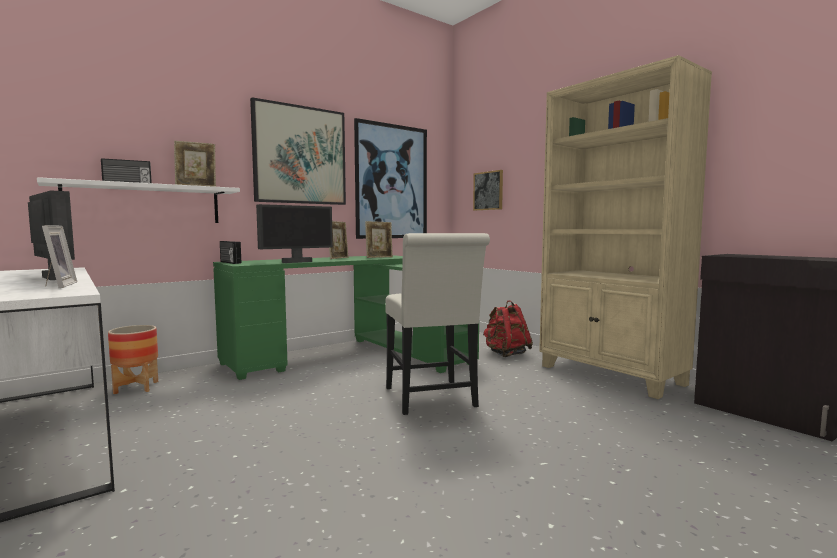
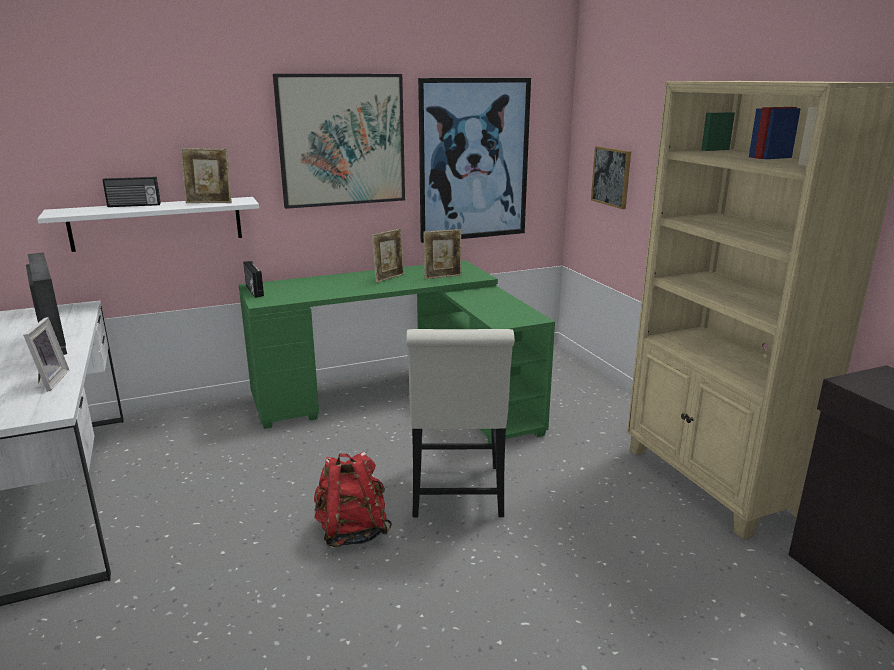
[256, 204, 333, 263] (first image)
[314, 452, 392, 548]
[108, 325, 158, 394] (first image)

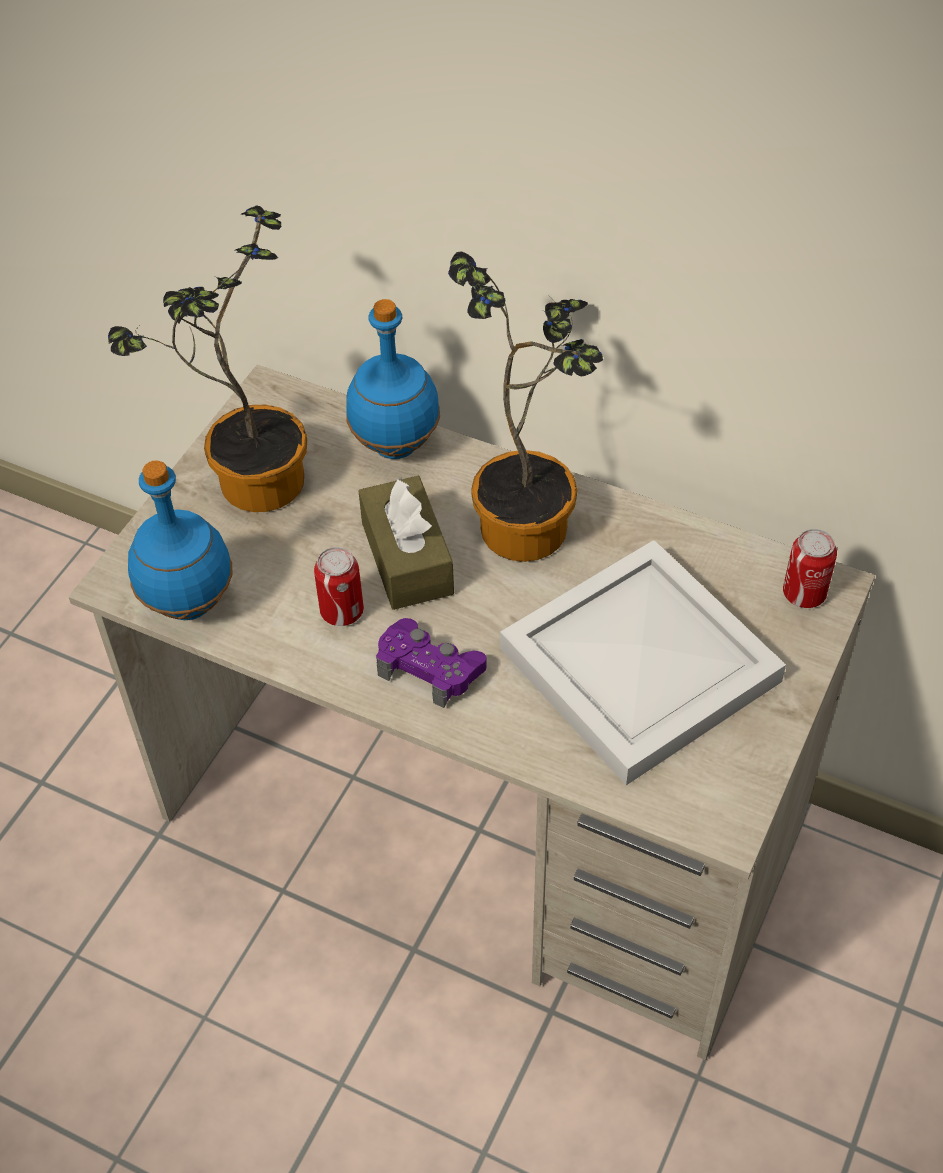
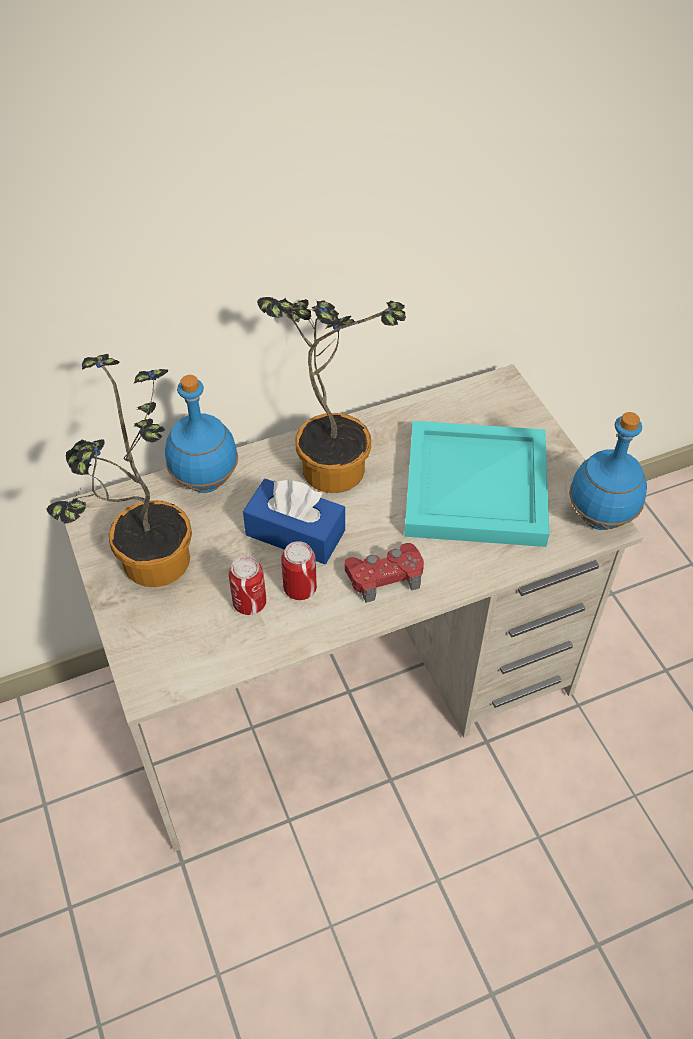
[569, 412, 647, 530]
[243, 479, 345, 564]
[229, 556, 266, 615]
[404, 421, 549, 547]
[345, 543, 424, 603]

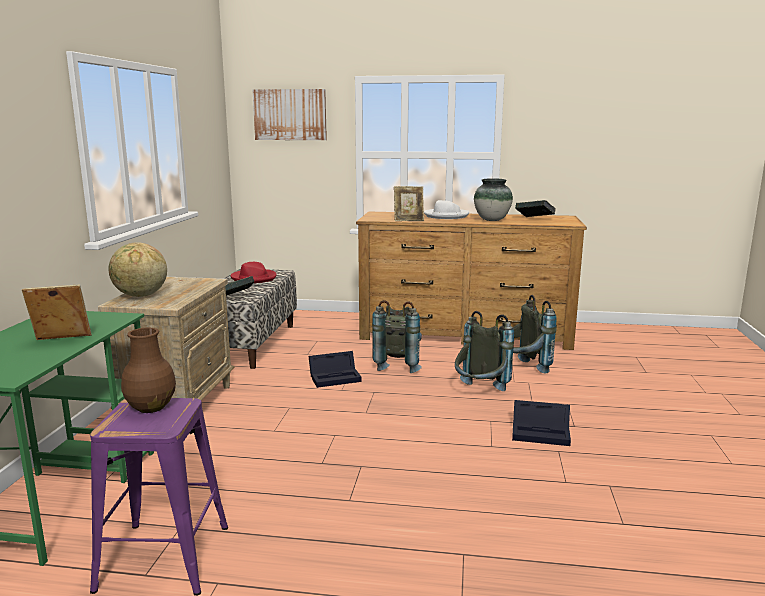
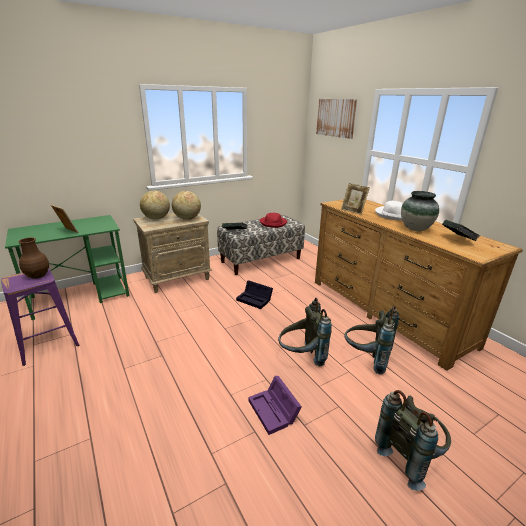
[375, 390, 451, 491]
[248, 376, 302, 435]
[172, 191, 201, 220]

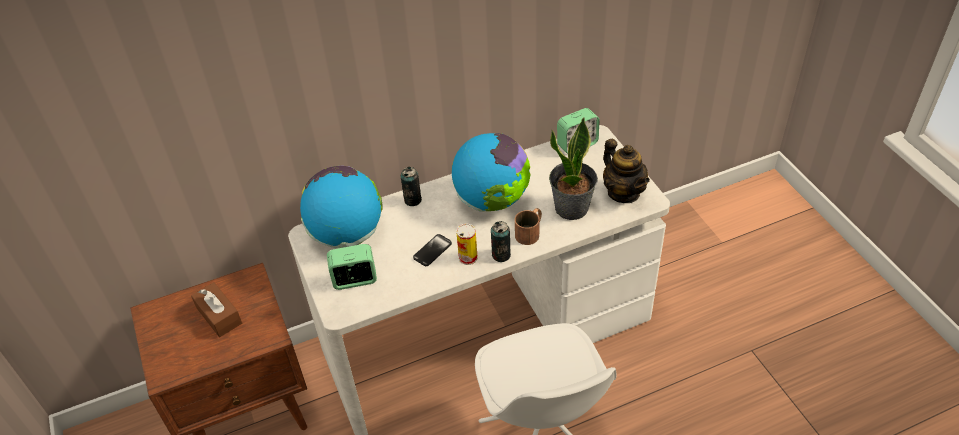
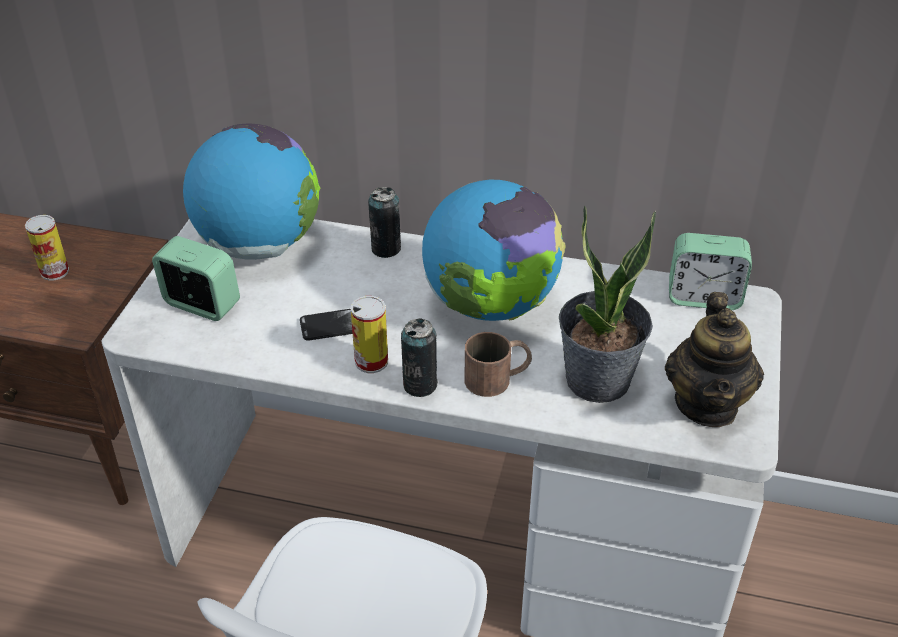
[25, 215, 69, 281]

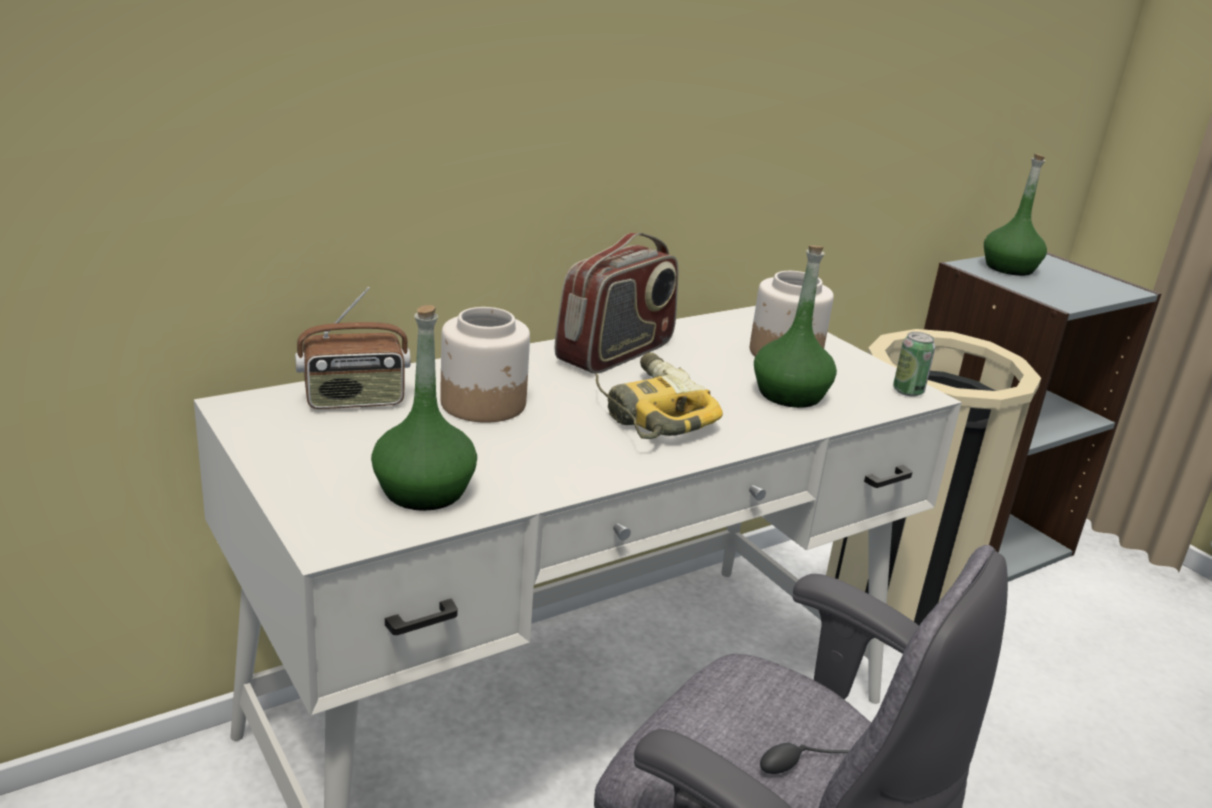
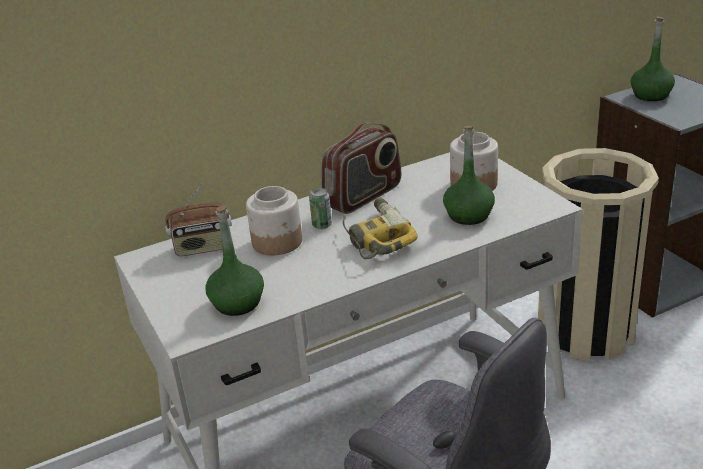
[309, 188, 332, 229]

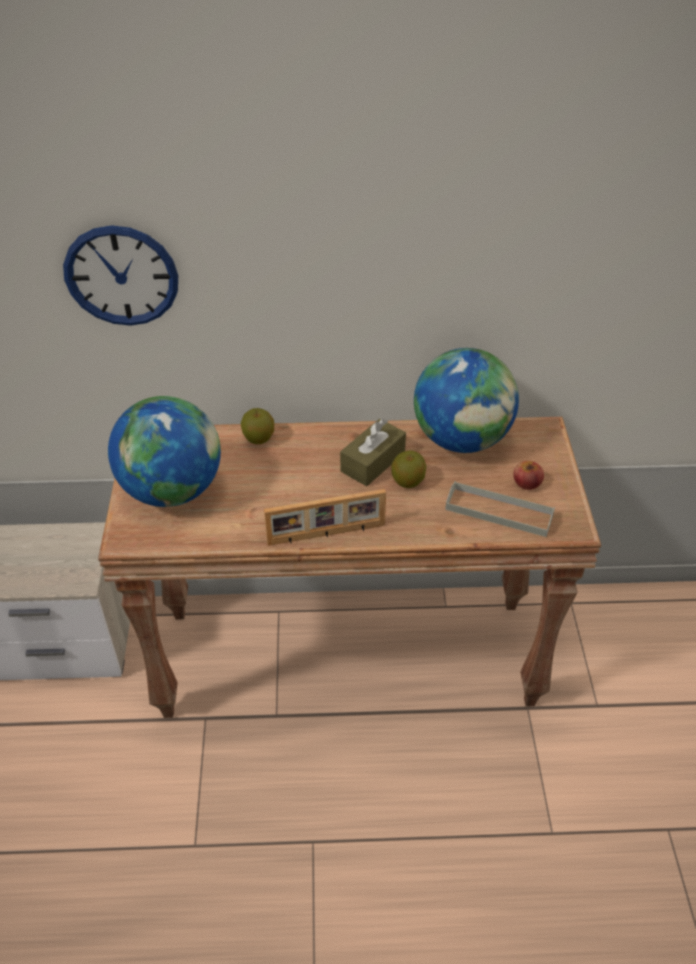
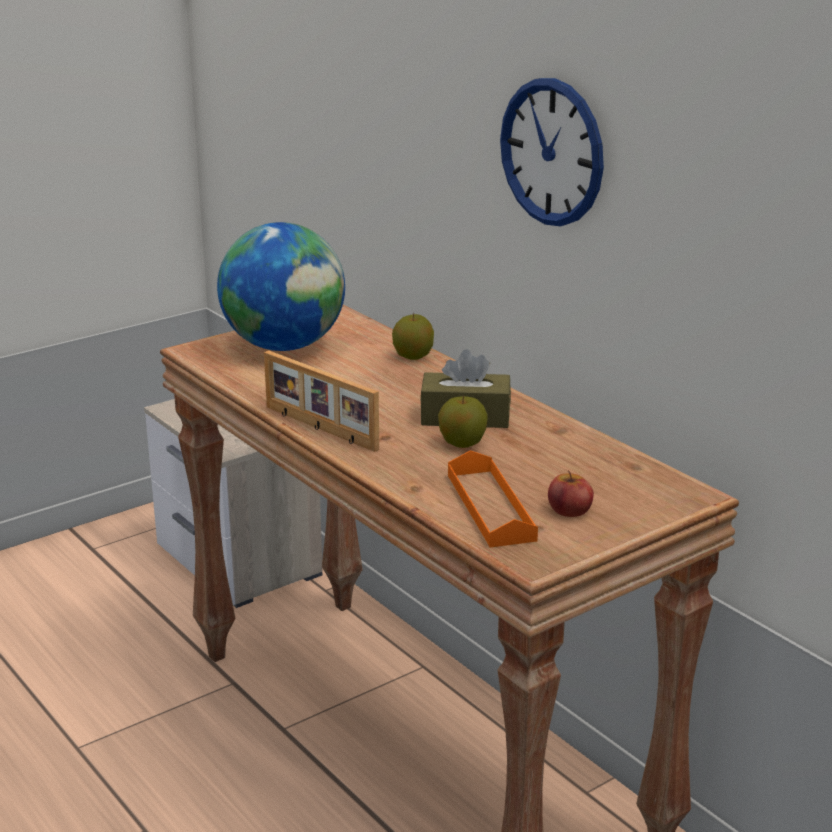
[500, 78, 604, 226]
[414, 348, 519, 453] (first image)
[448, 450, 538, 548]

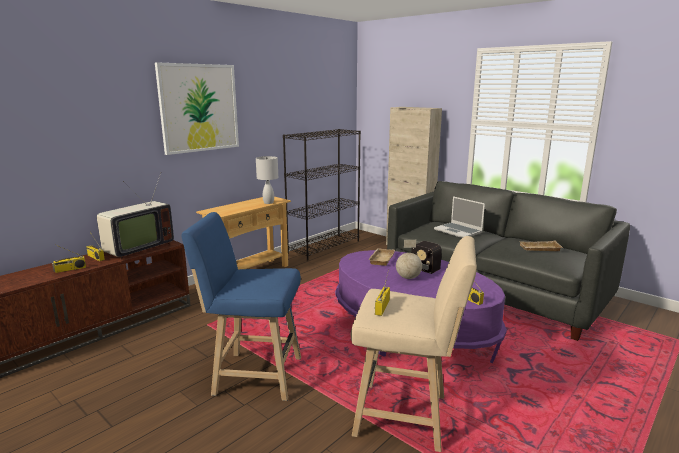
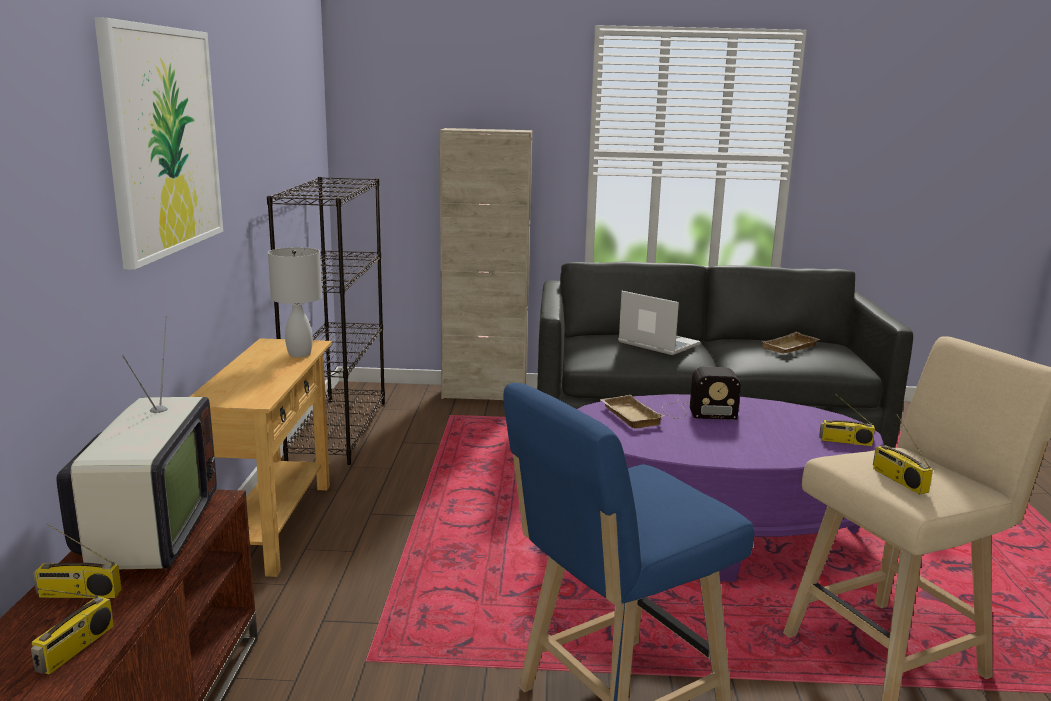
[618, 291, 700, 355]
[396, 240, 422, 279] (first image)

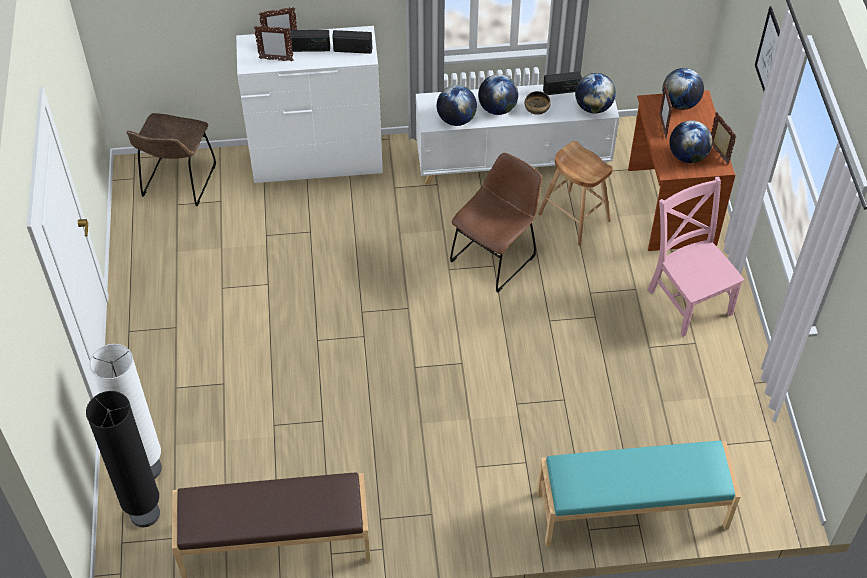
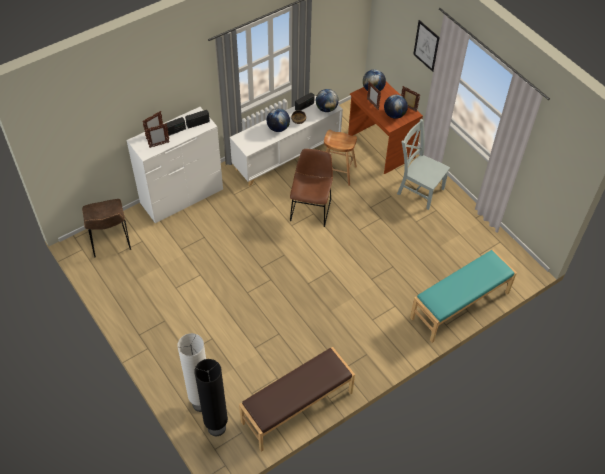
[437, 85, 477, 126] (first image)
[397, 119, 450, 210]

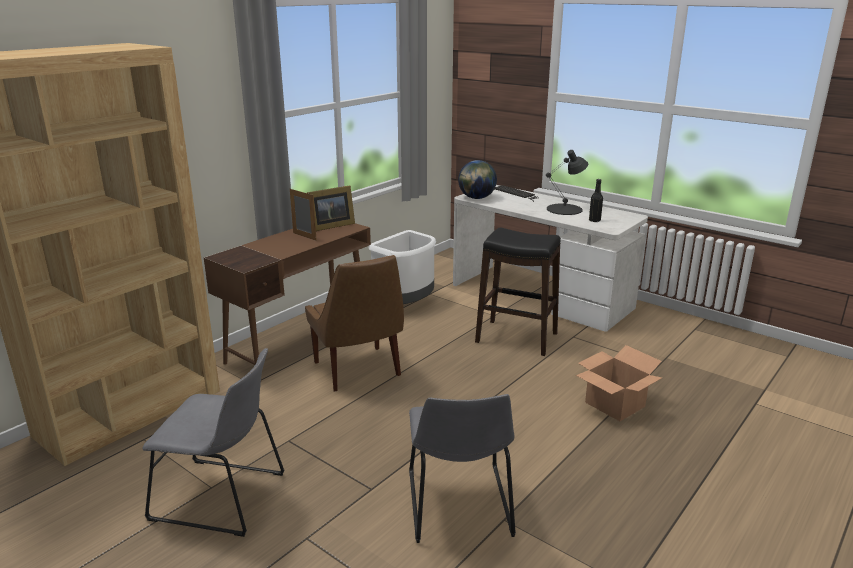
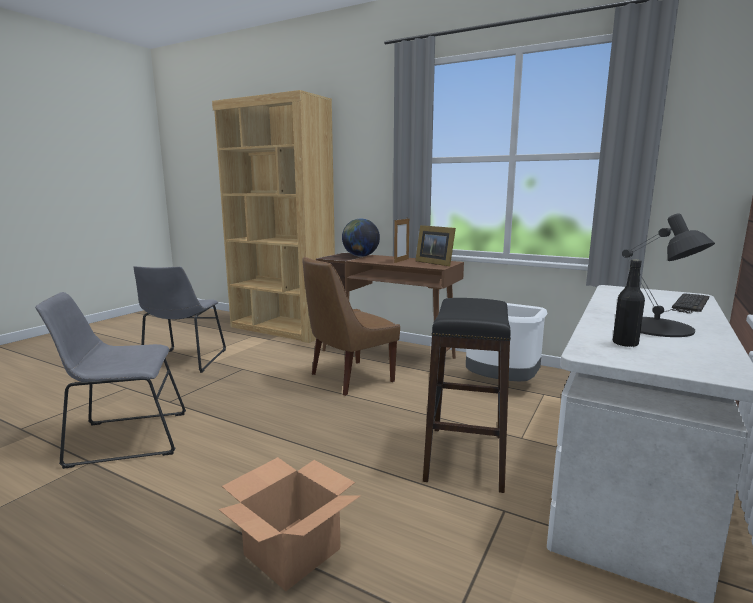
[342, 219, 380, 257]

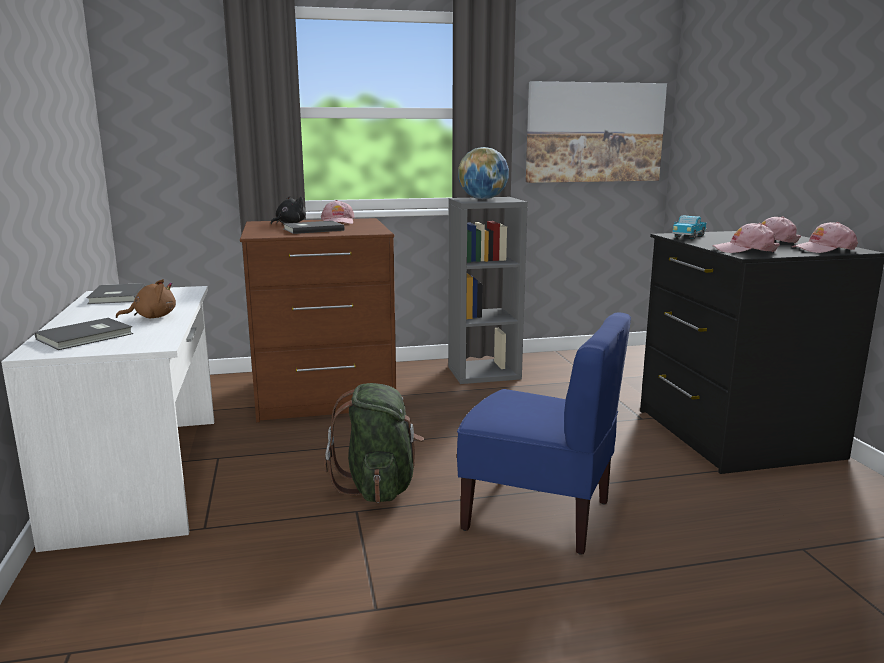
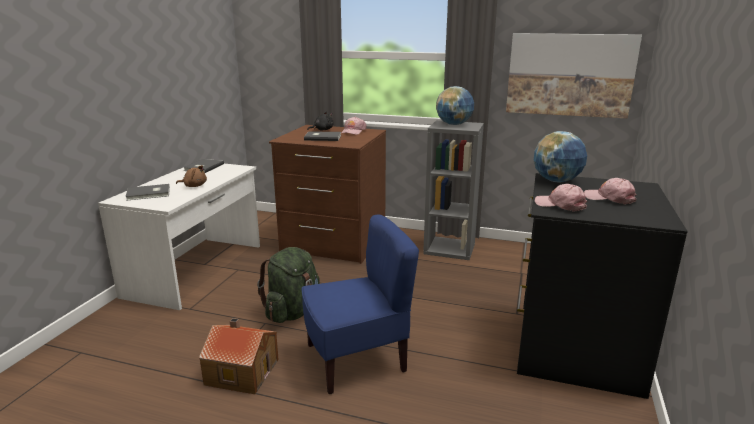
[534, 131, 587, 182]
[792, 222, 858, 253] (first image)
[302, 215, 419, 394]
[199, 318, 279, 394]

